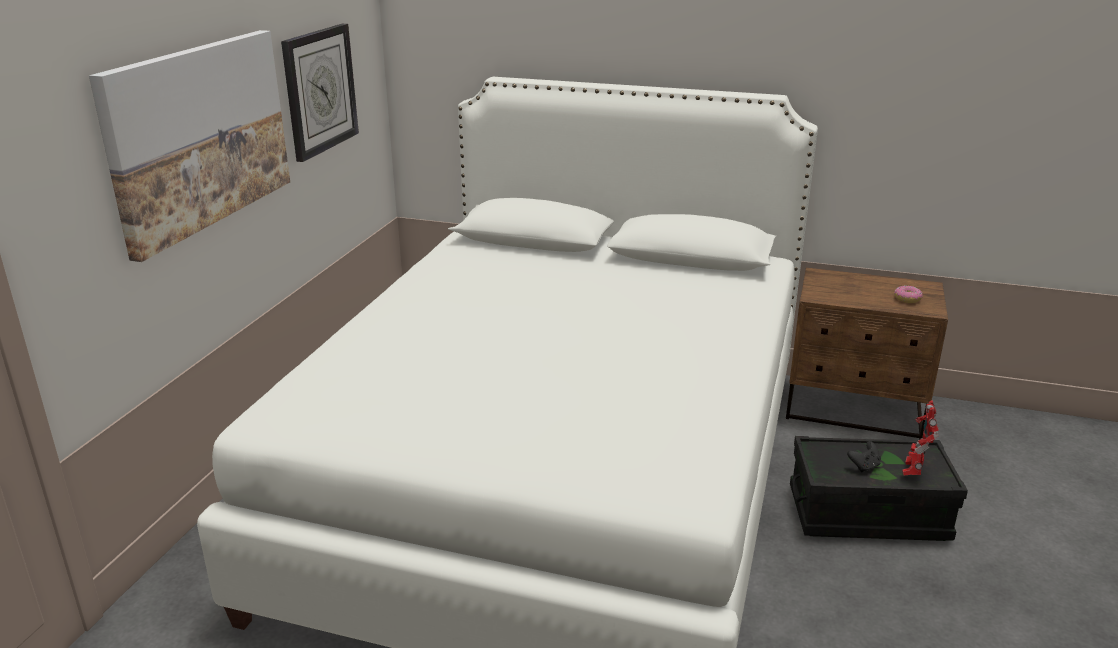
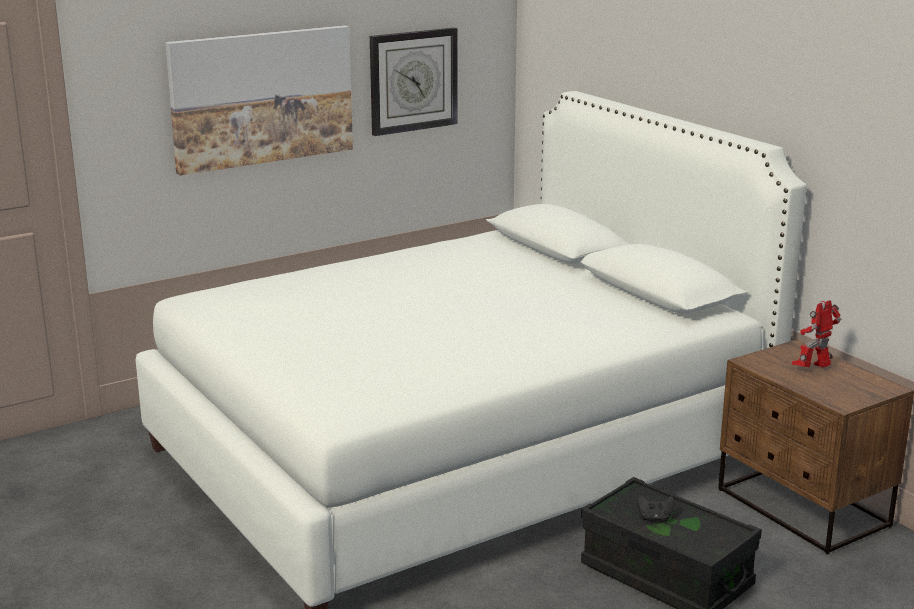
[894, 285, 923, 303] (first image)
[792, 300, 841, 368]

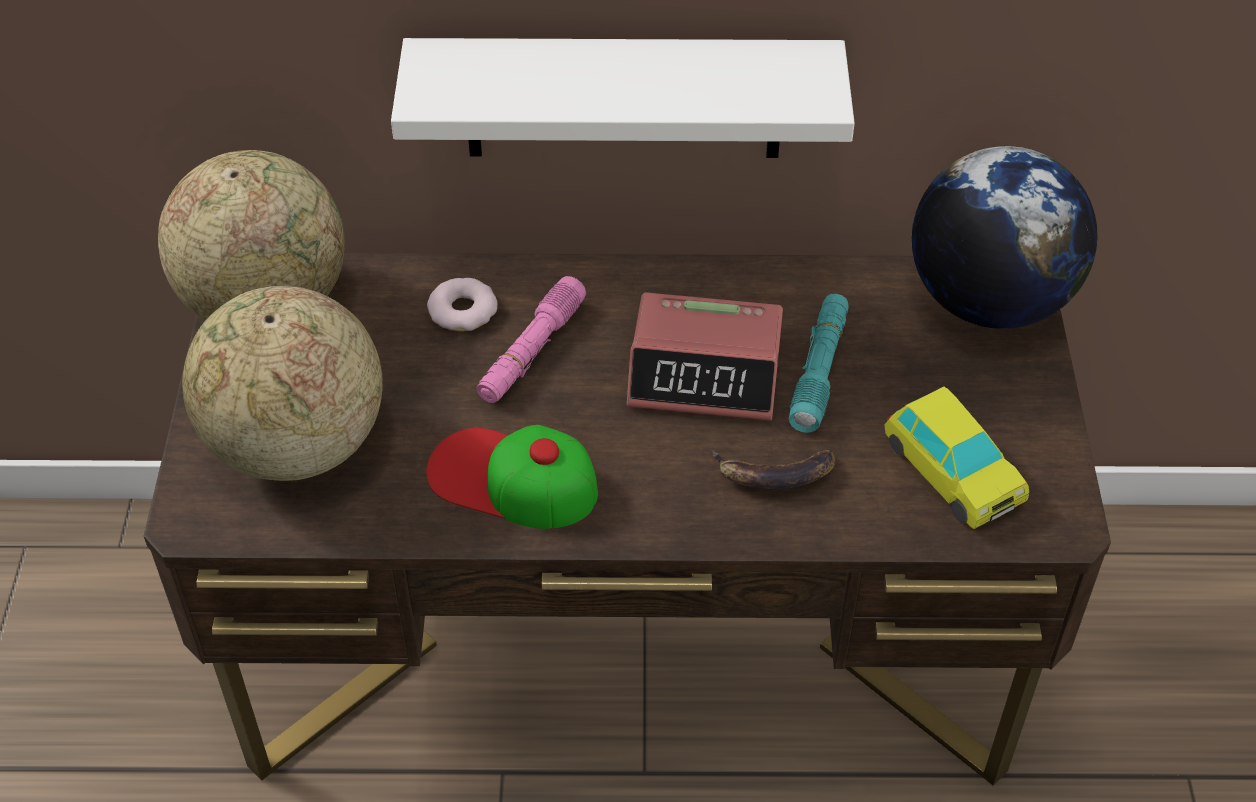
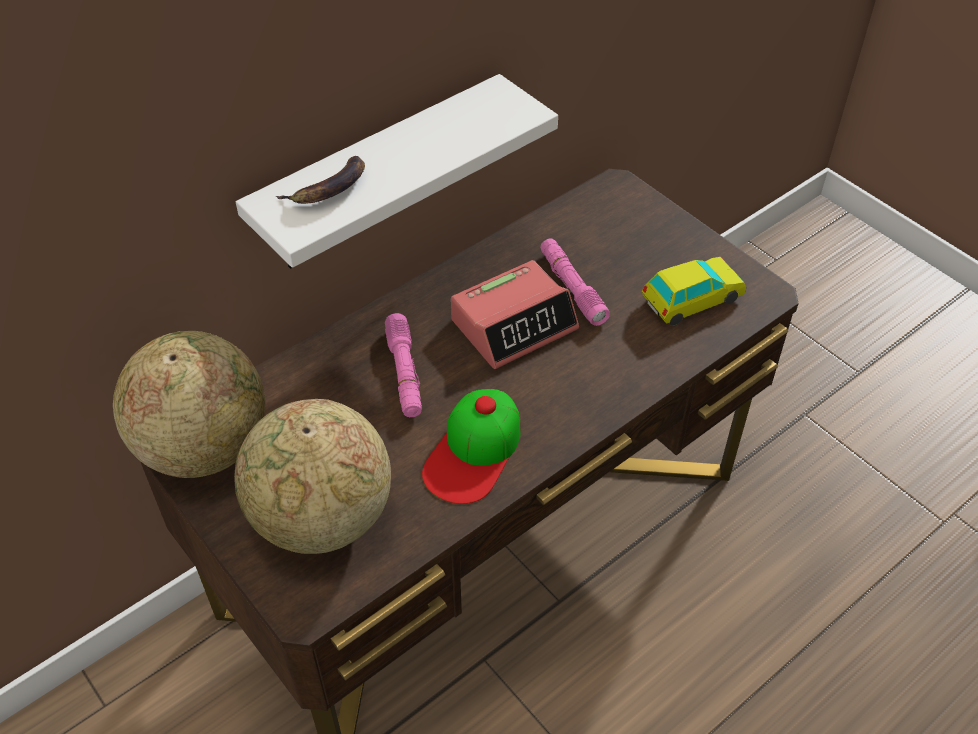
[912, 146, 1097, 329] (first image)
[427, 278, 497, 331] (first image)
[540, 238, 610, 326]
[642, 257, 746, 325]
[422, 389, 521, 504]
[276, 156, 365, 204]

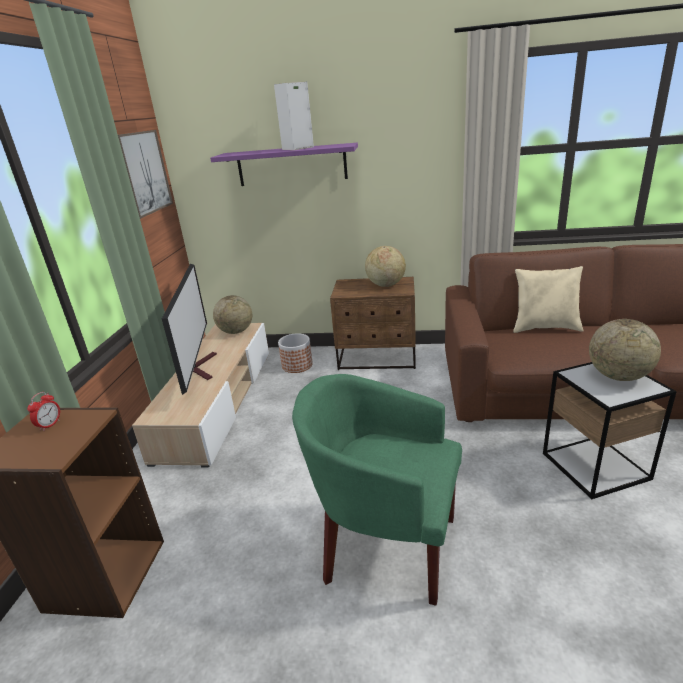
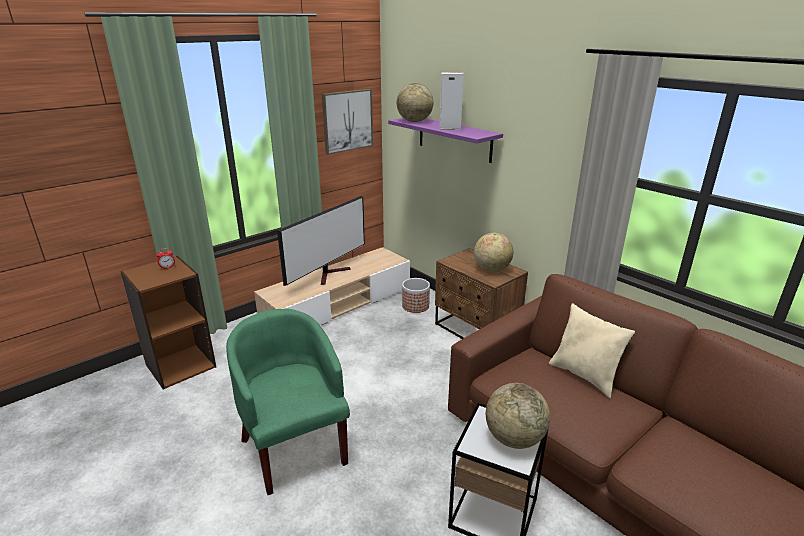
[397, 83, 433, 122]

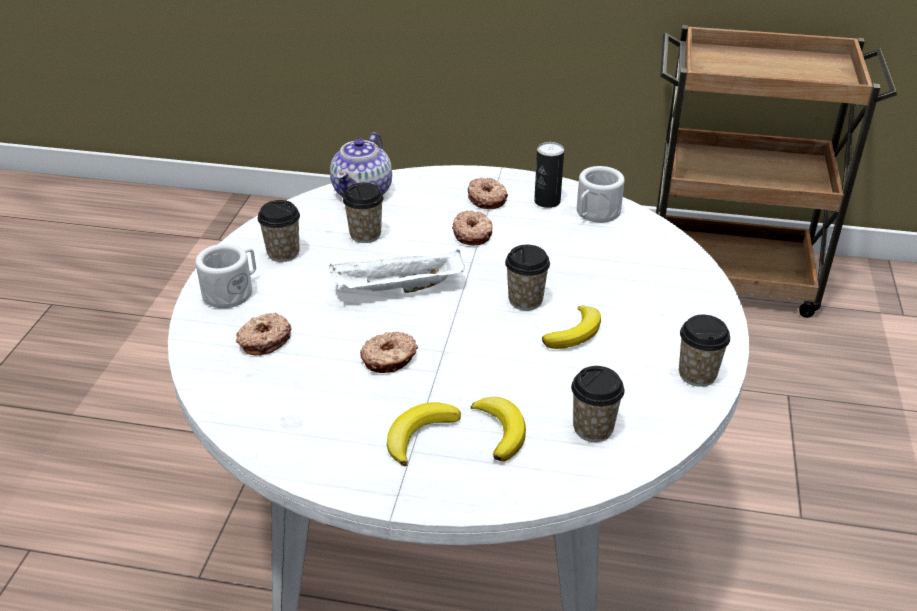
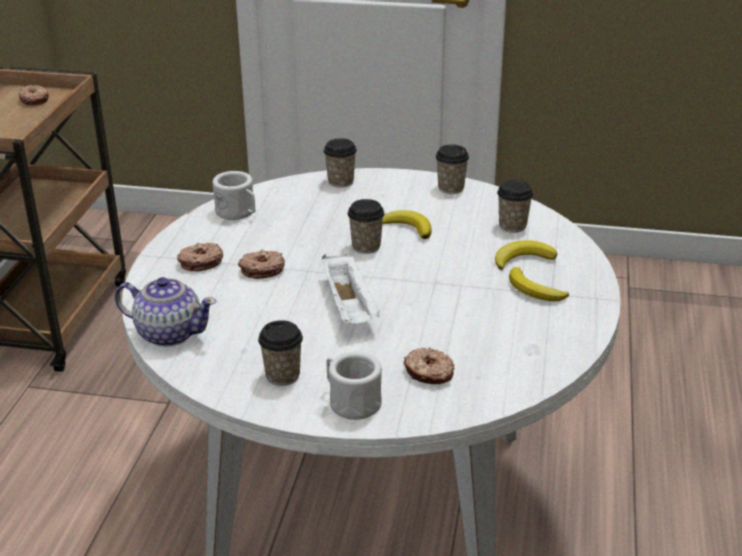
[534, 142, 564, 208] (first image)
[324, 138, 357, 188]
[19, 85, 49, 105]

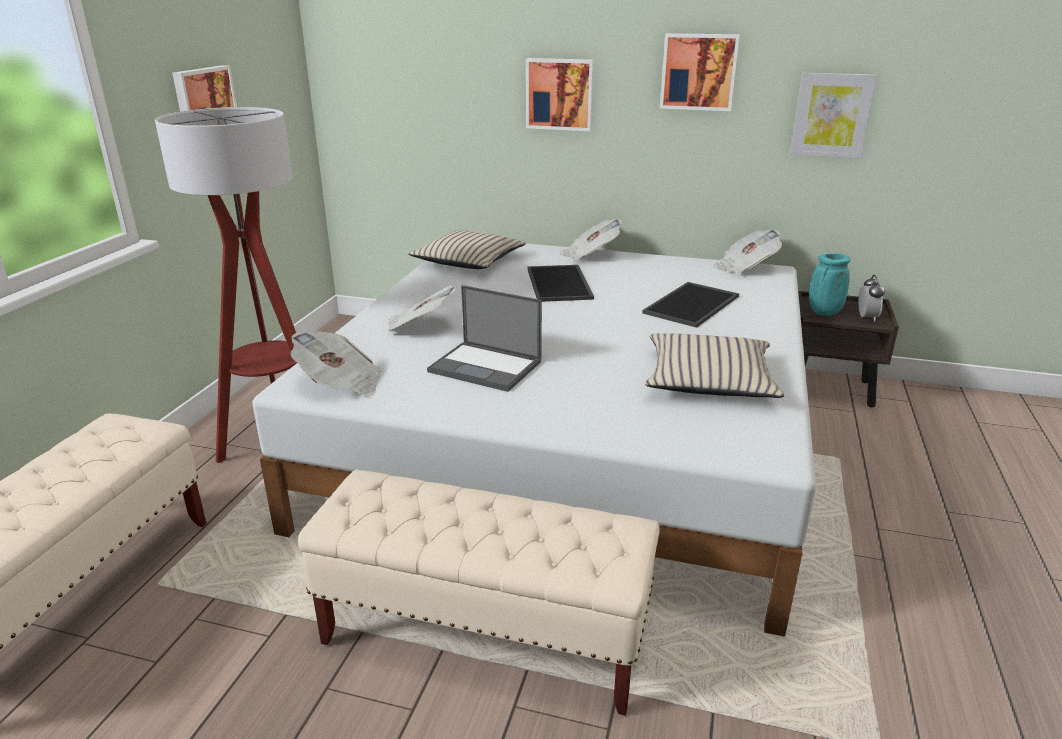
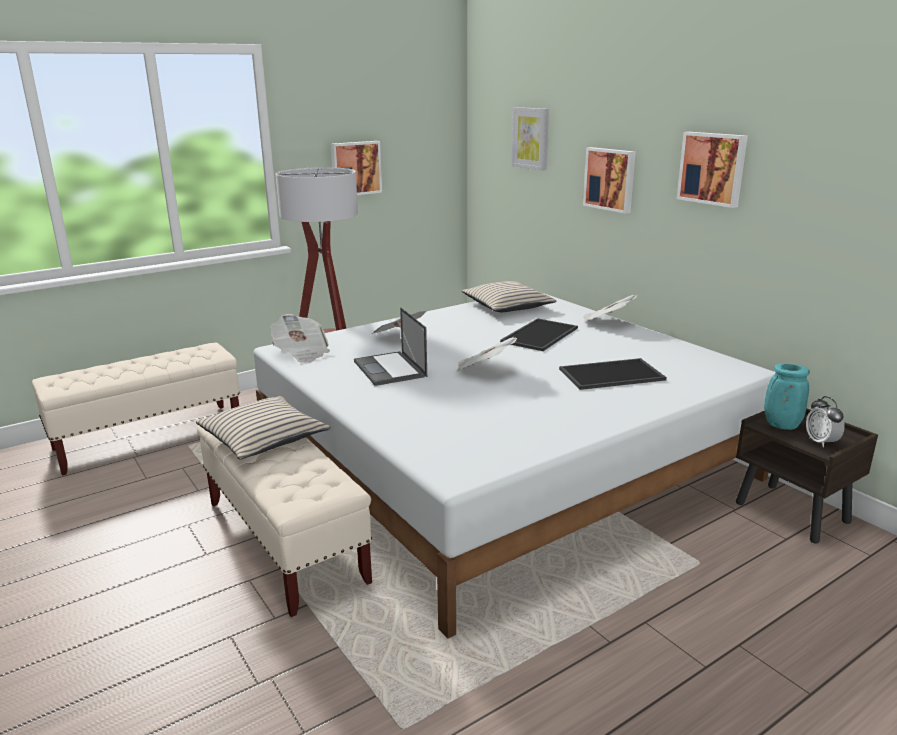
[512, 107, 549, 171]
[457, 337, 517, 371]
[806, 396, 845, 448]
[196, 396, 331, 460]

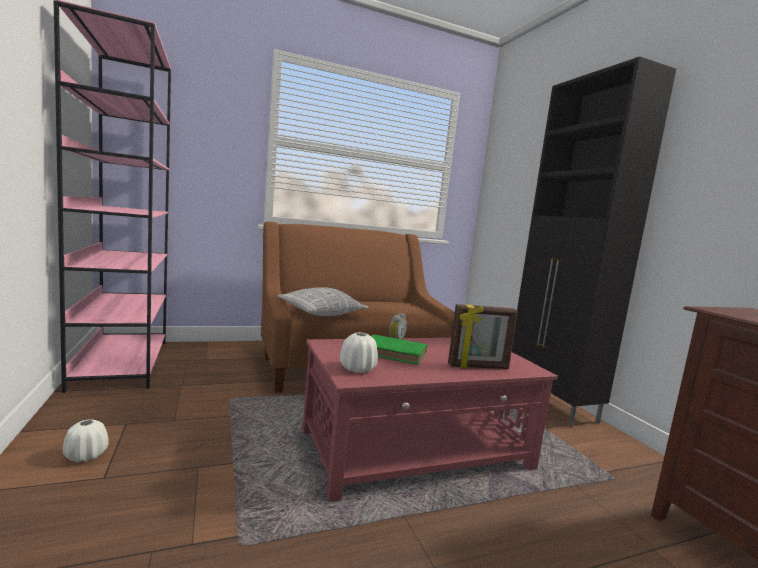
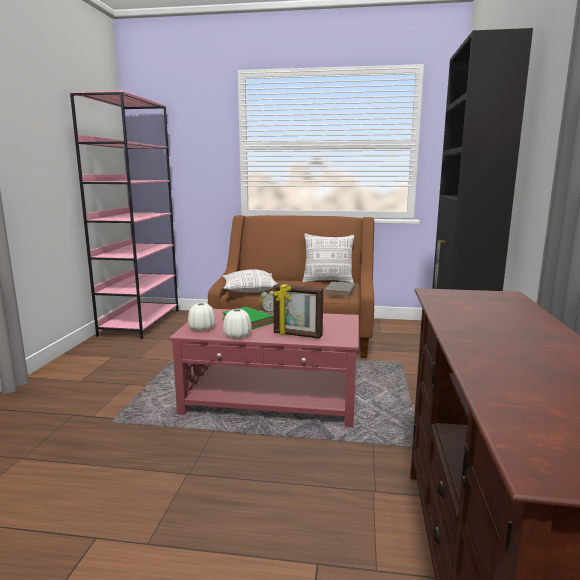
[223, 309, 251, 338]
[302, 233, 354, 283]
[324, 282, 355, 297]

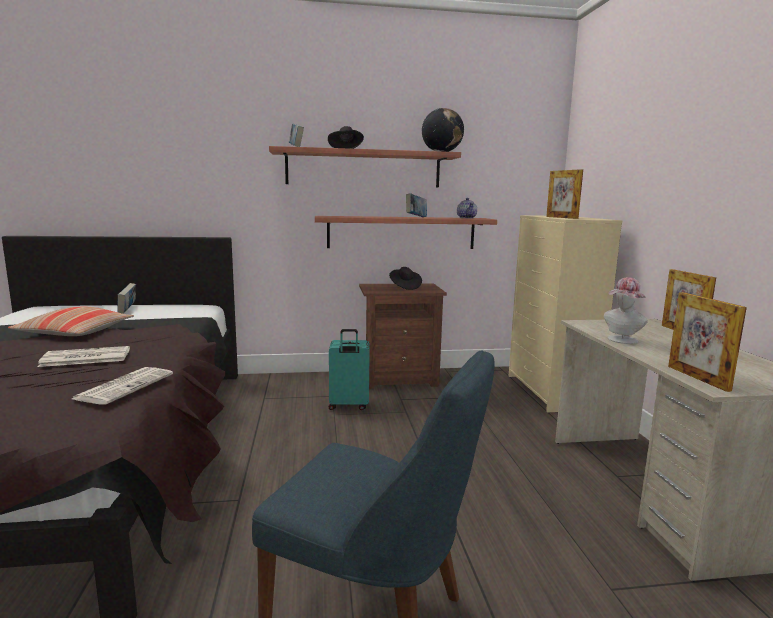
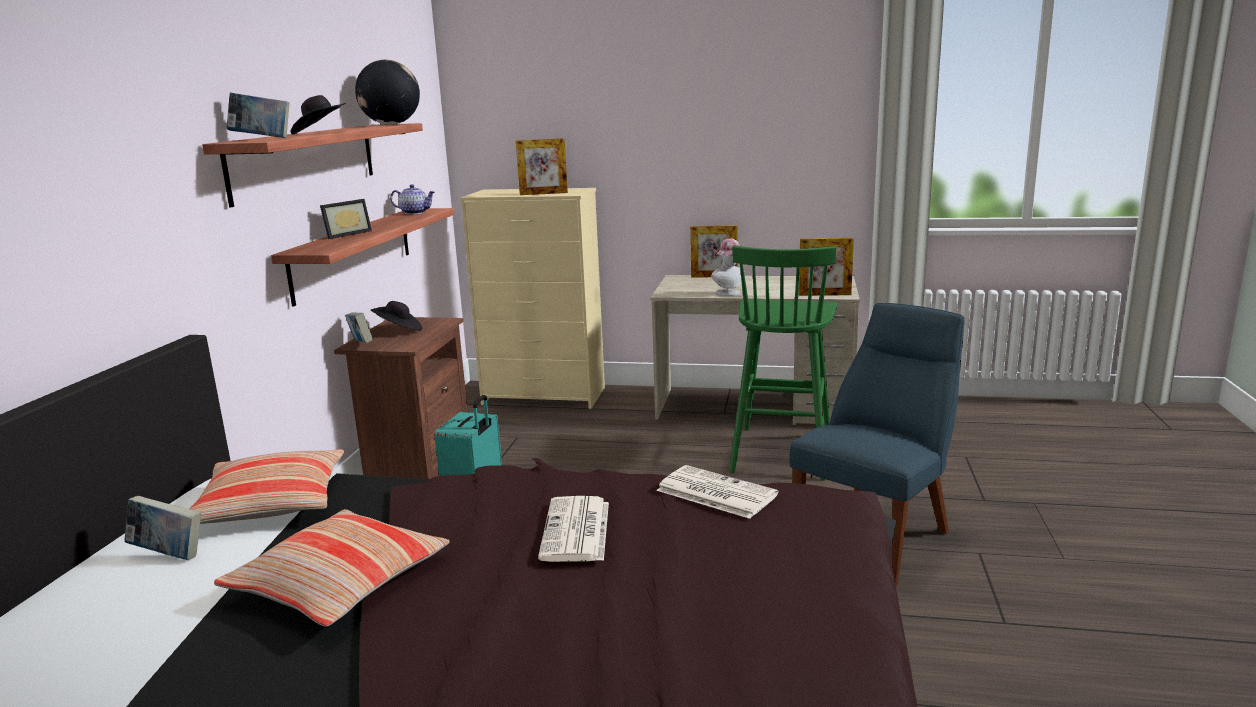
[345, 312, 373, 343]
[320, 199, 372, 239]
[729, 245, 837, 480]
[189, 449, 344, 524]

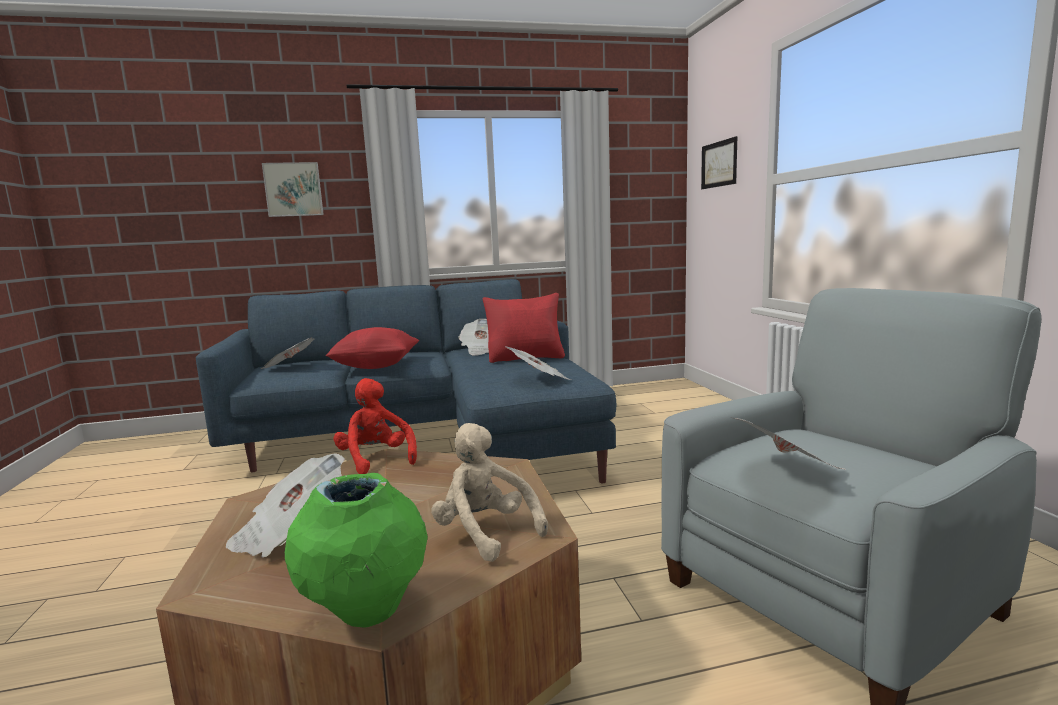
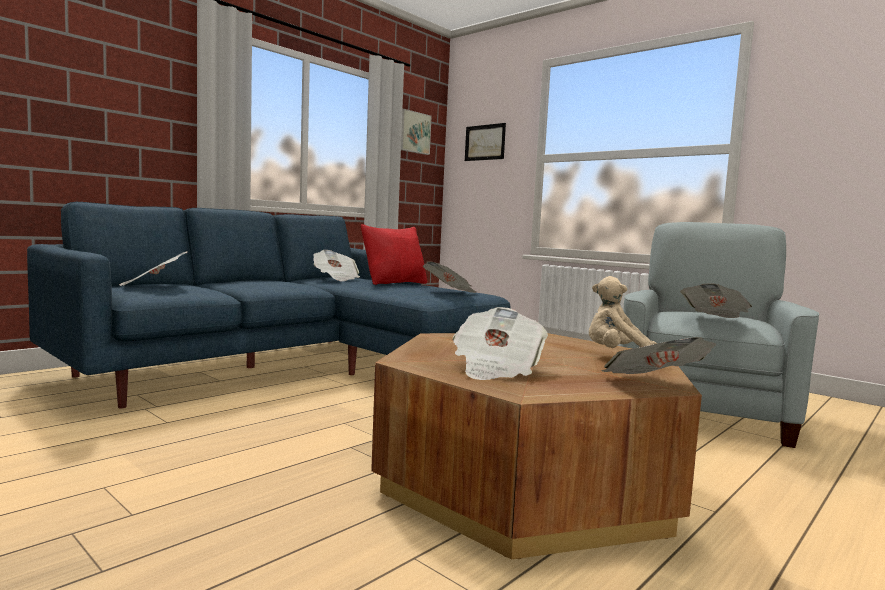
[401, 109, 432, 155]
[326, 327, 419, 369] (first image)
[334, 378, 417, 474] (first image)
[601, 337, 716, 374]

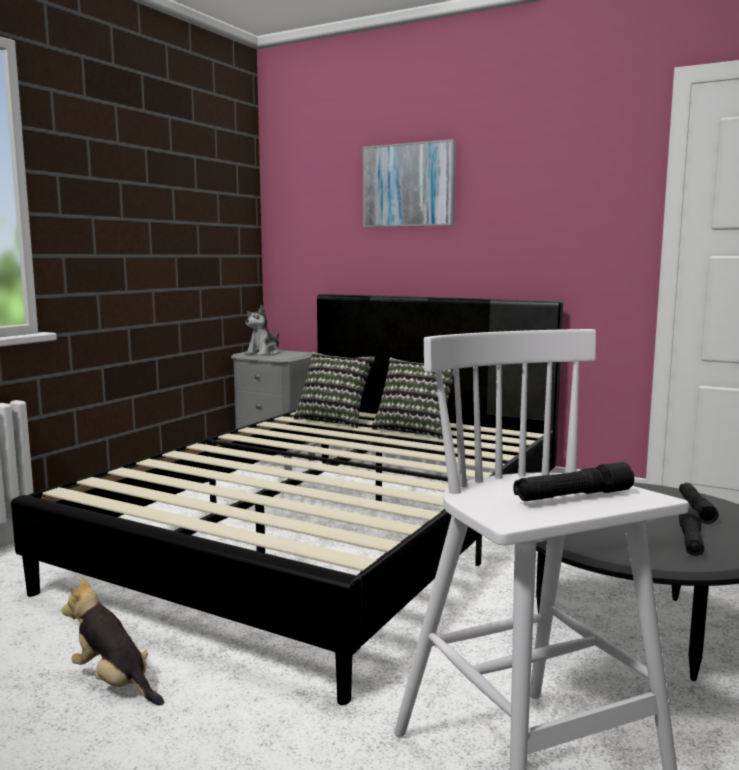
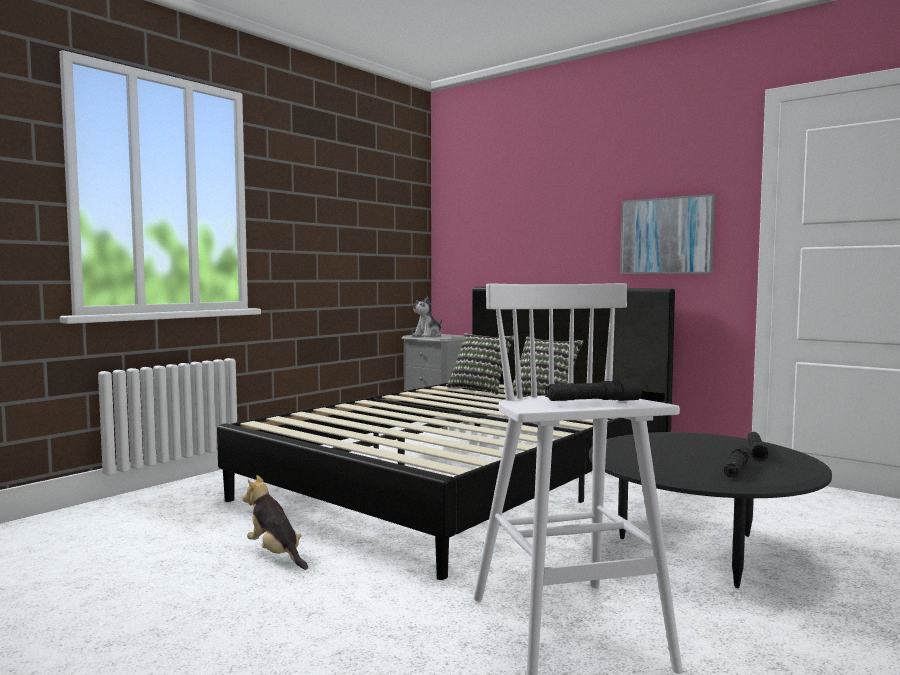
[620, 194, 715, 274]

